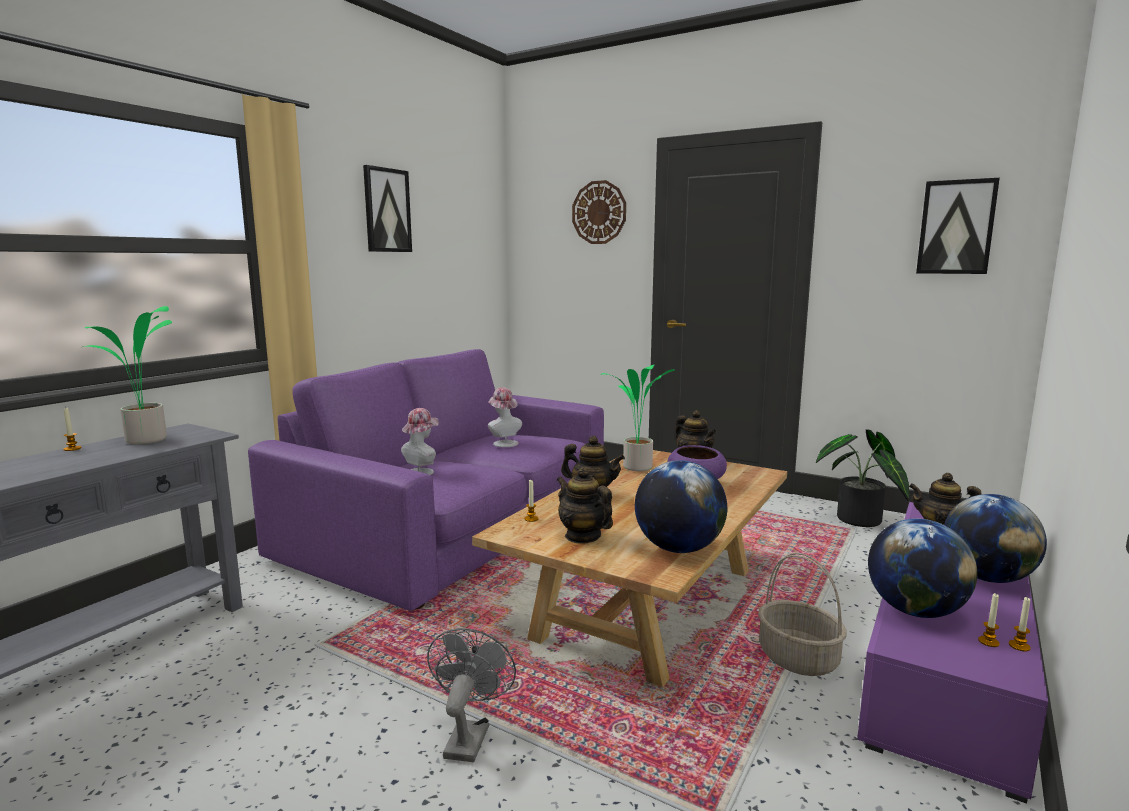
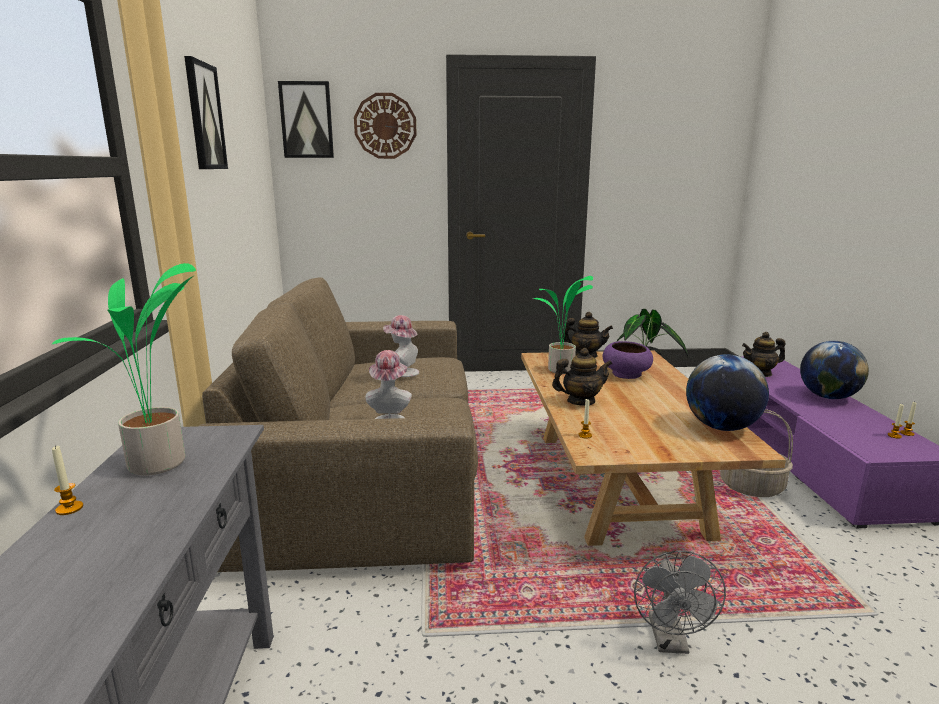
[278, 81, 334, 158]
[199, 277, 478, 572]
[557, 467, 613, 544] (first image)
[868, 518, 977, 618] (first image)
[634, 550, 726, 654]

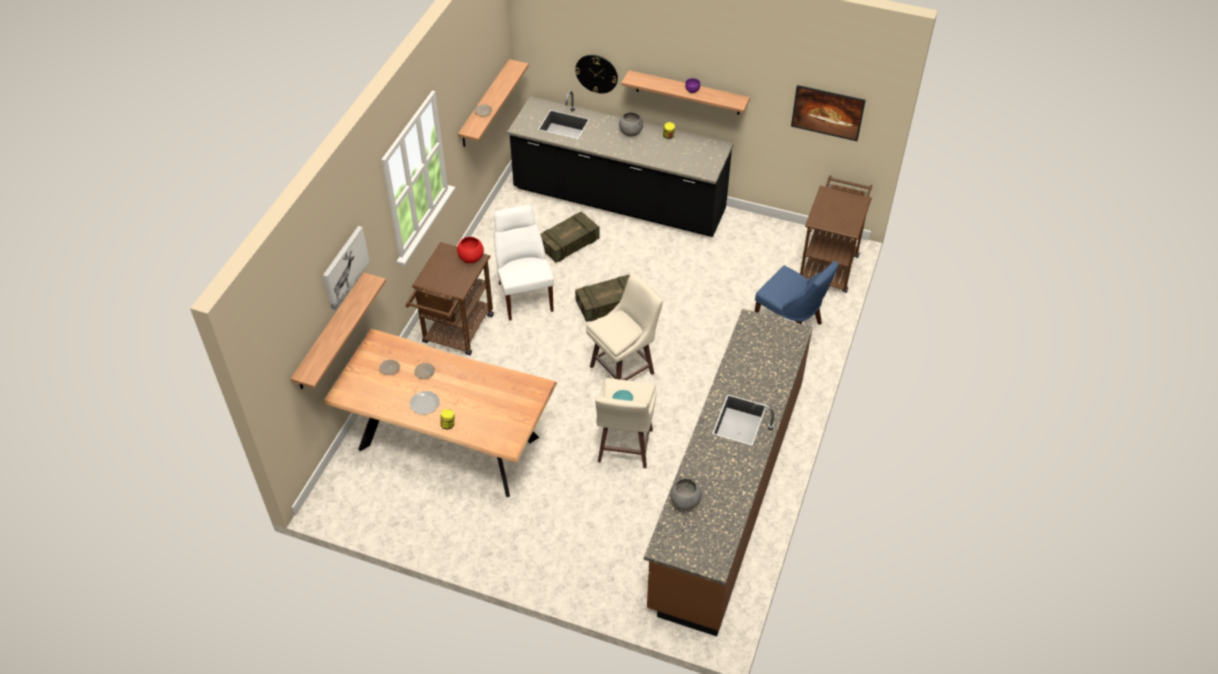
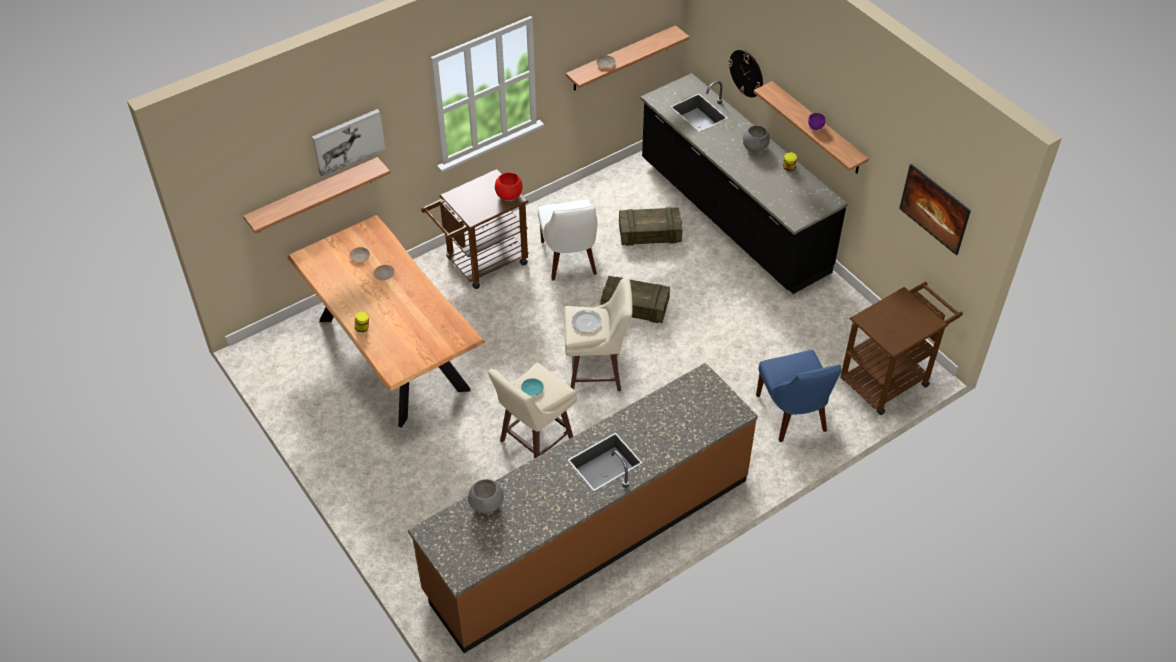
[538, 200, 597, 281]
[572, 310, 602, 333]

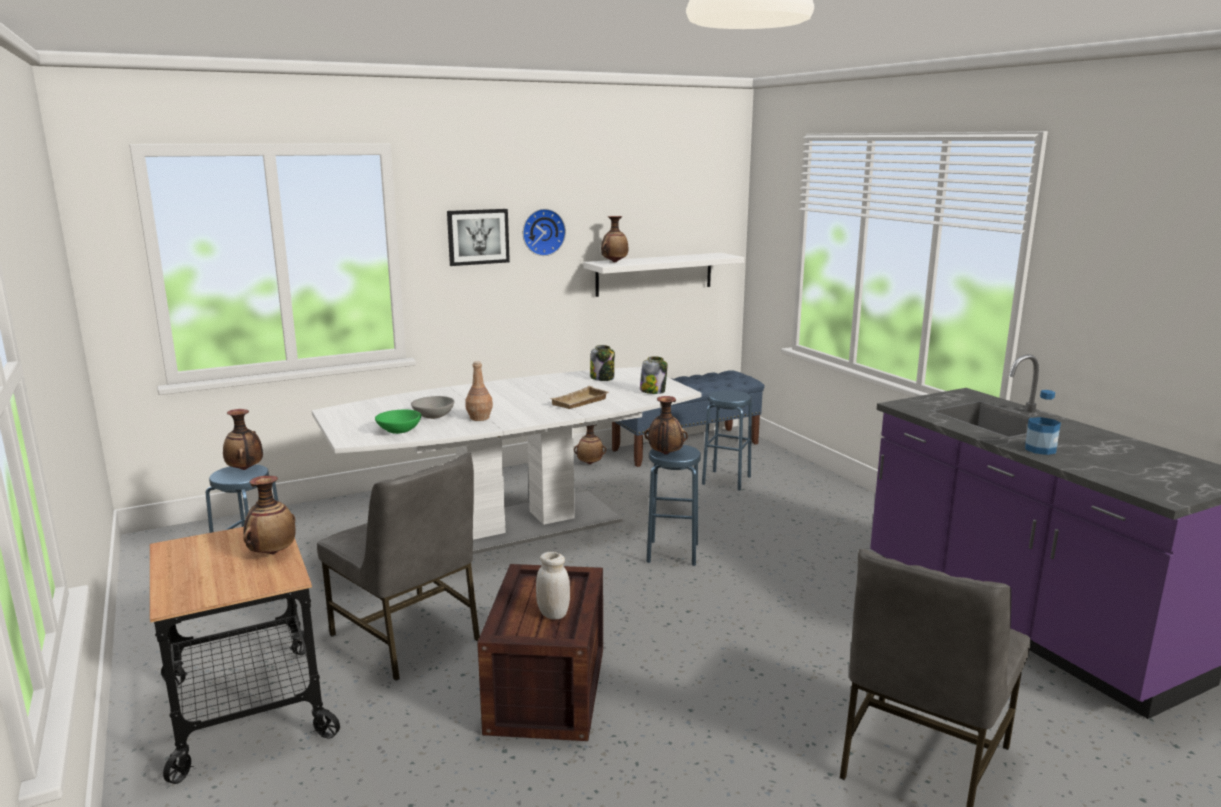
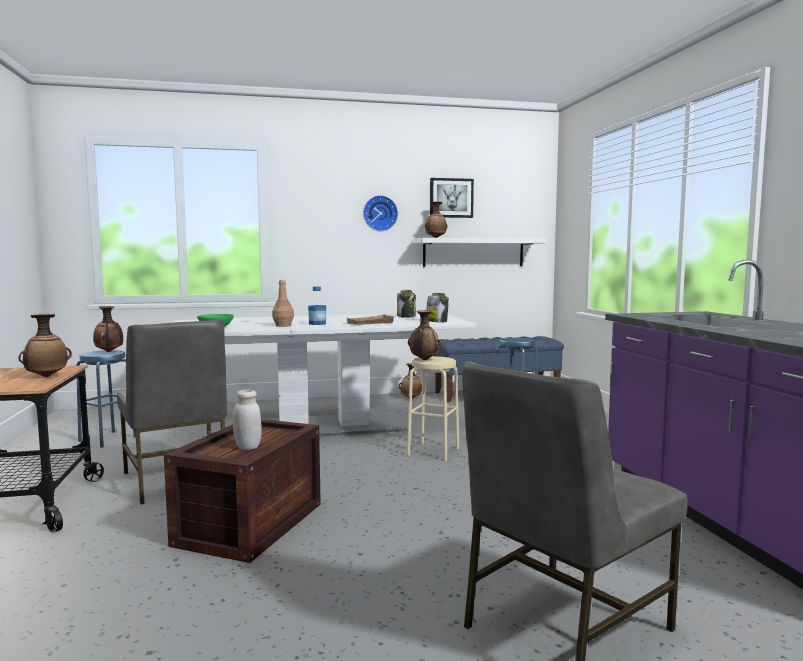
[430, 178, 474, 218]
[308, 286, 326, 325]
[411, 396, 455, 419] (first image)
[407, 356, 459, 461]

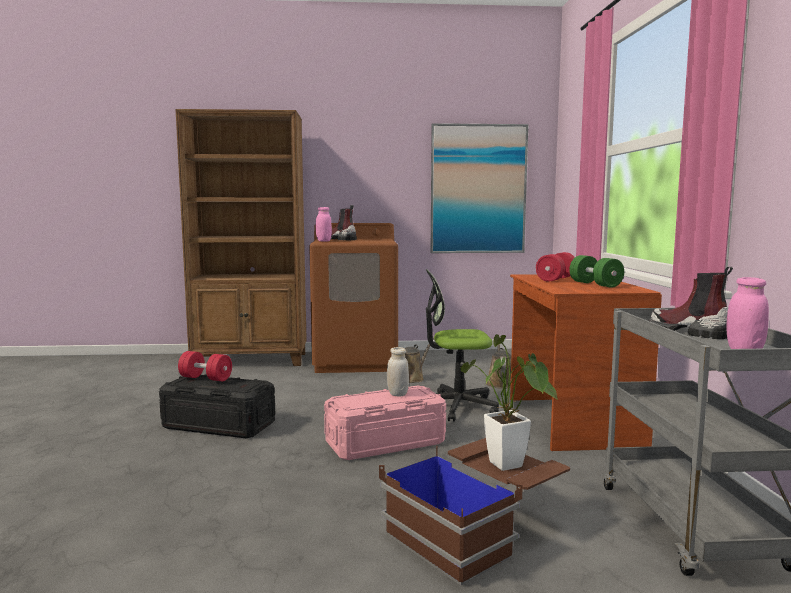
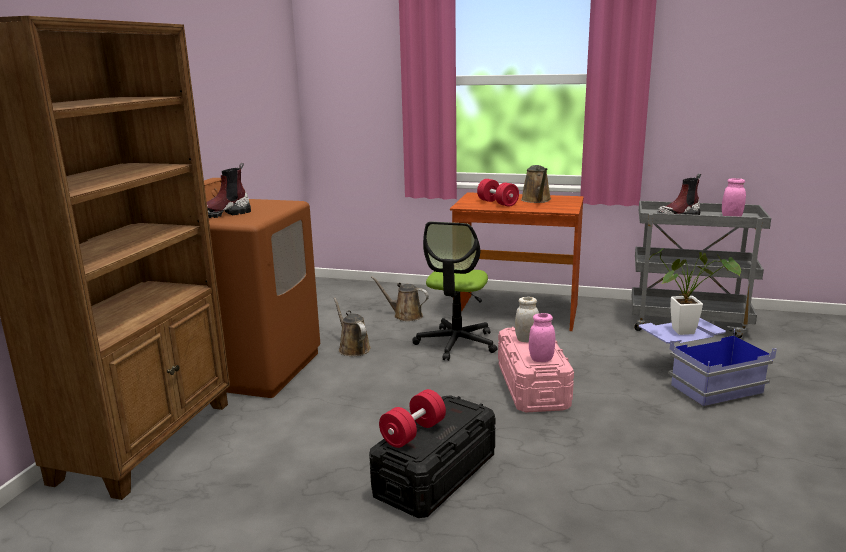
[431, 123, 529, 253] (first image)
[529, 313, 555, 362]
[521, 165, 551, 203]
[639, 318, 777, 408]

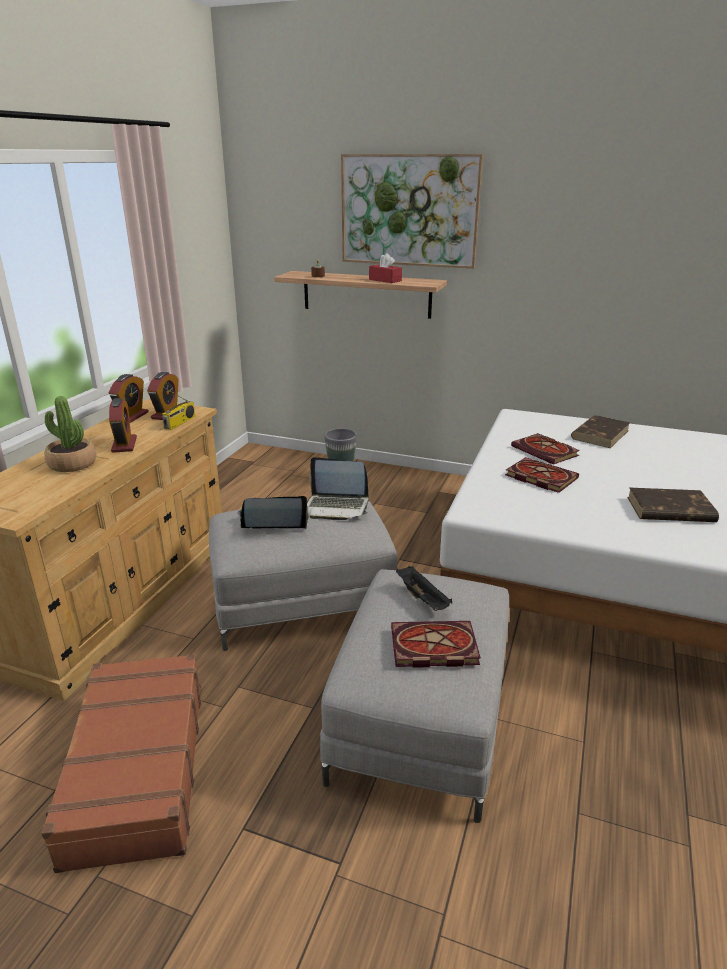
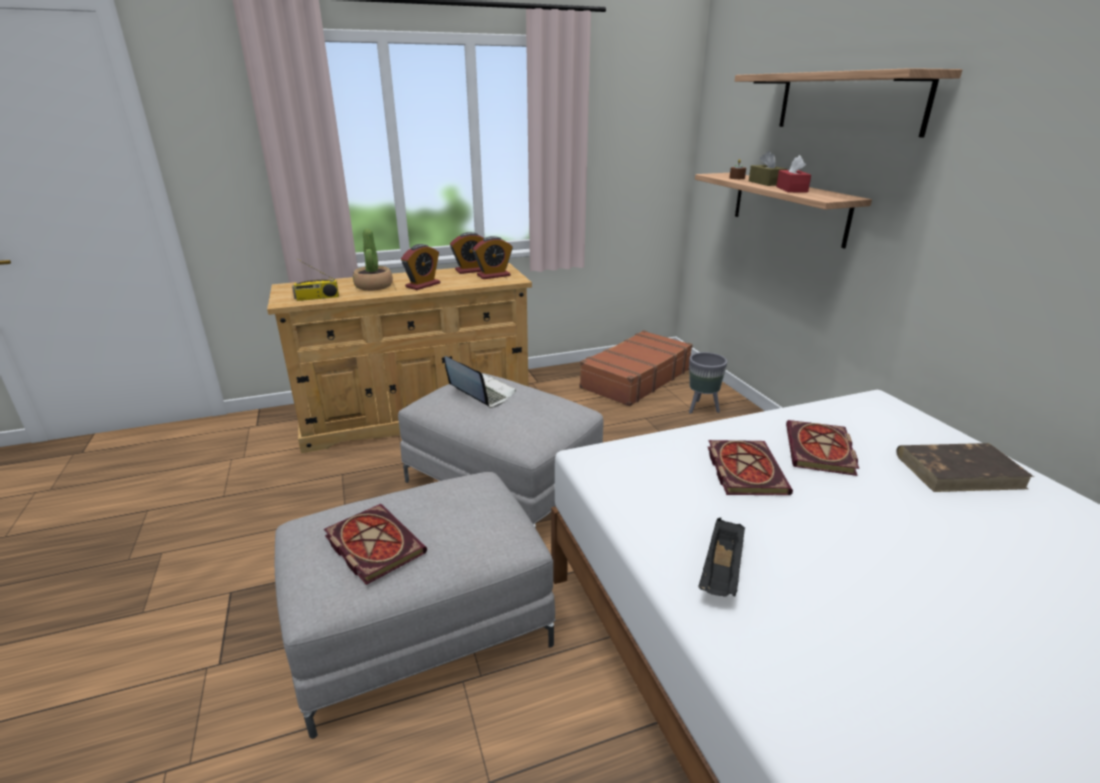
[735, 68, 962, 138]
[292, 259, 339, 301]
[307, 457, 369, 520] (first image)
[627, 488, 719, 522] (first image)
[699, 518, 745, 597]
[579, 330, 693, 406]
[749, 151, 787, 186]

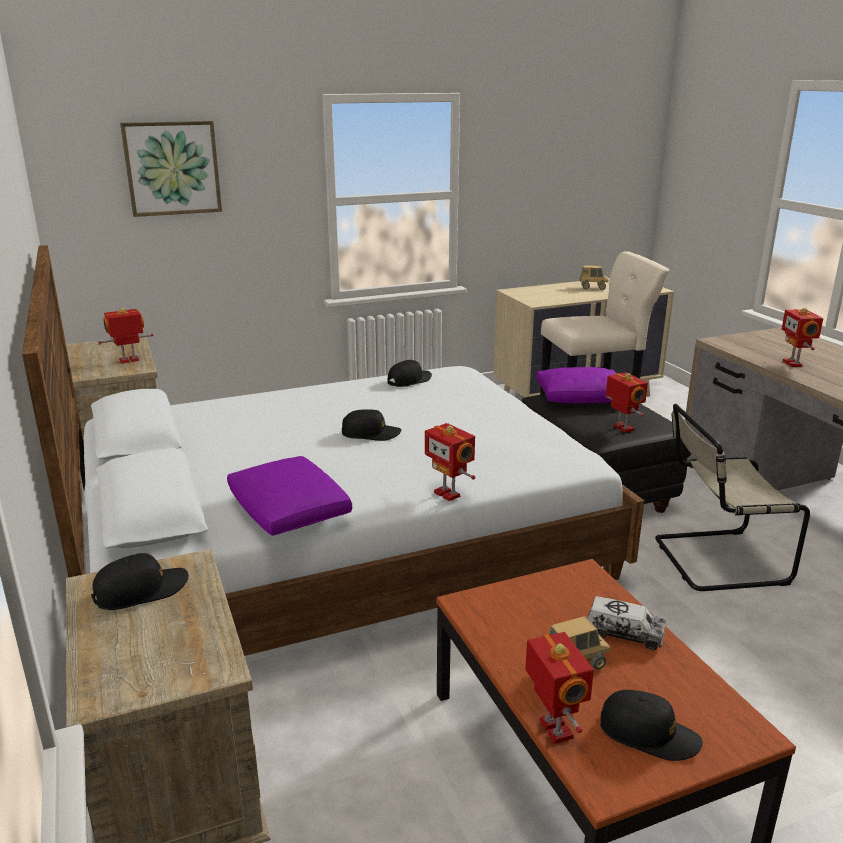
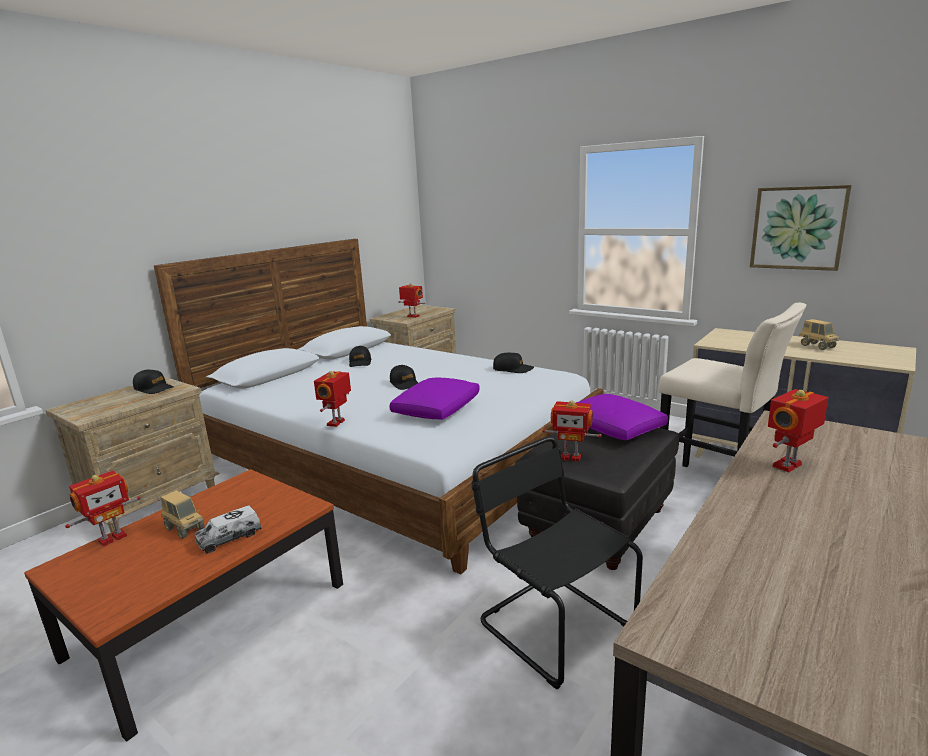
[750, 185, 852, 271]
[542, 400, 602, 462]
[472, 436, 643, 689]
[389, 378, 480, 420]
[194, 505, 262, 554]
[349, 346, 371, 367]

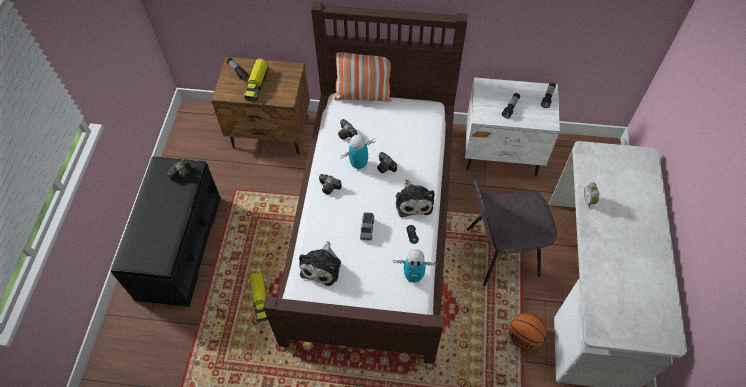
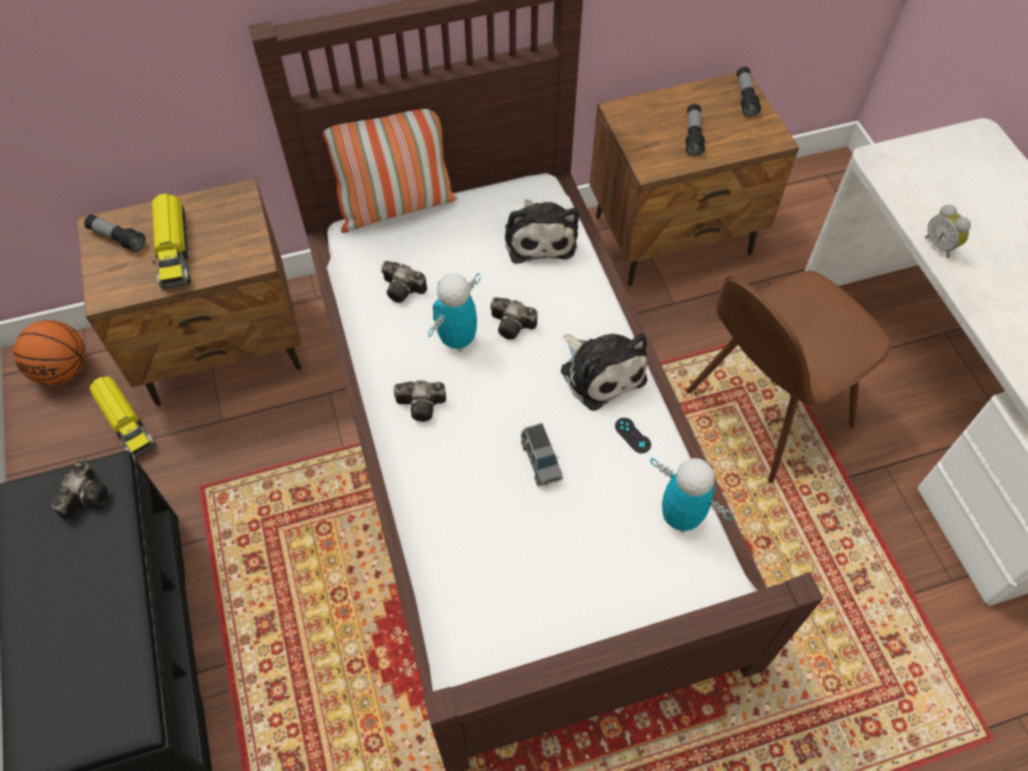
[590, 72, 799, 286]
[686, 271, 891, 484]
[505, 199, 579, 264]
[650, 458, 734, 533]
[89, 376, 155, 457]
[14, 320, 86, 385]

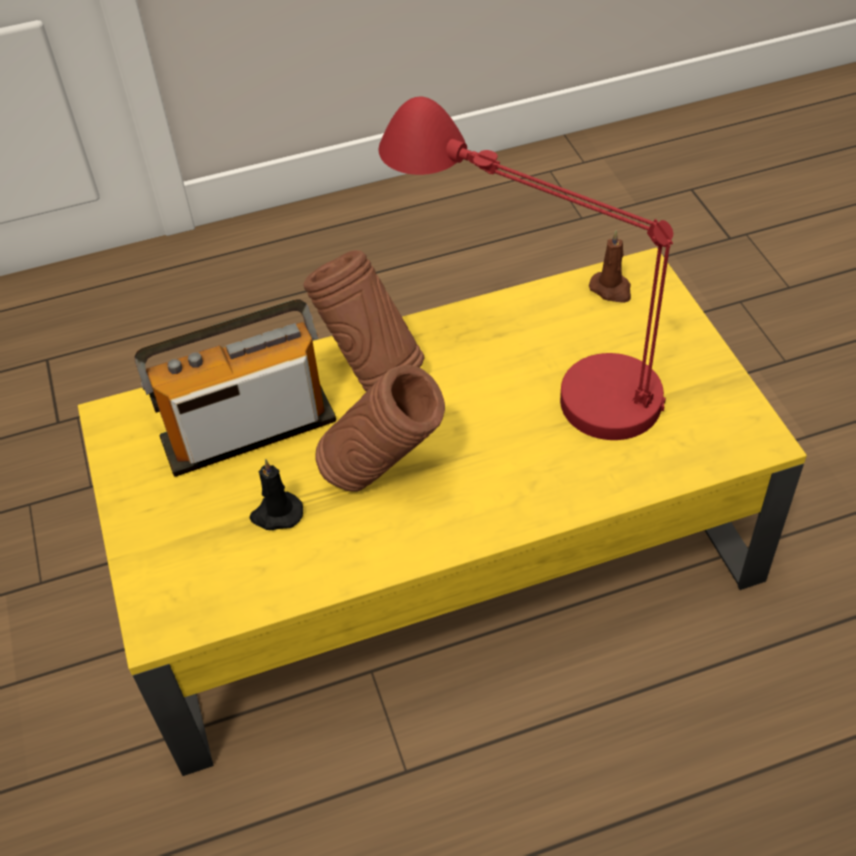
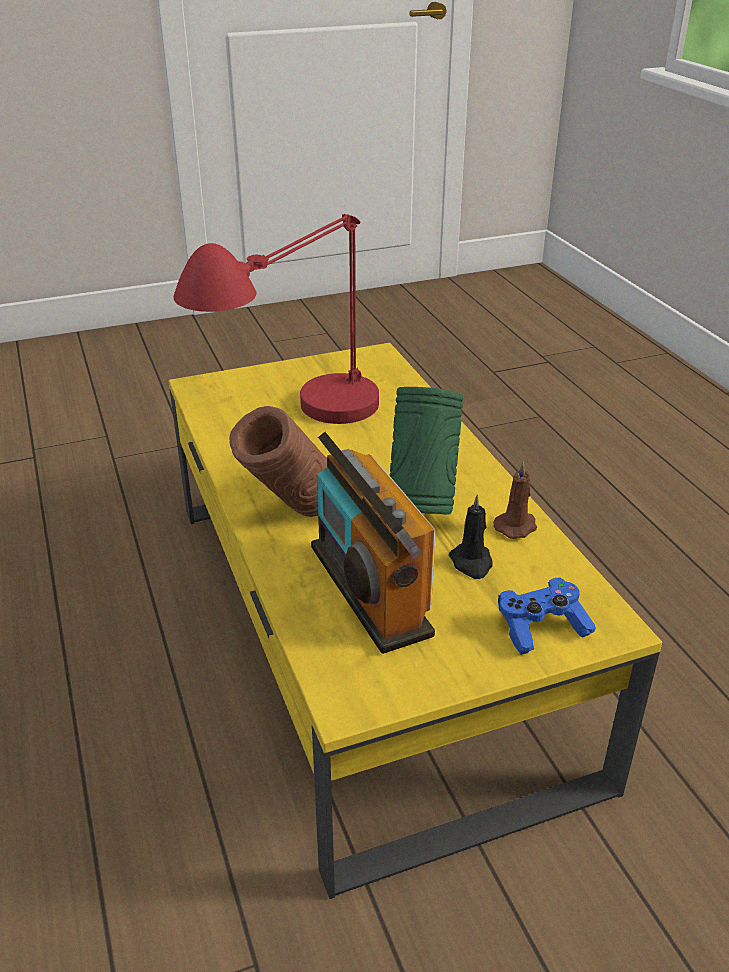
[493, 461, 537, 539]
[389, 387, 463, 515]
[498, 578, 596, 655]

